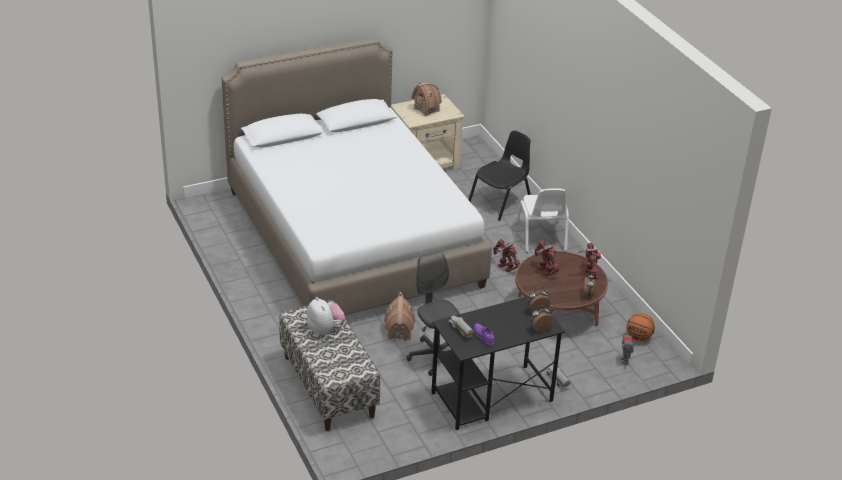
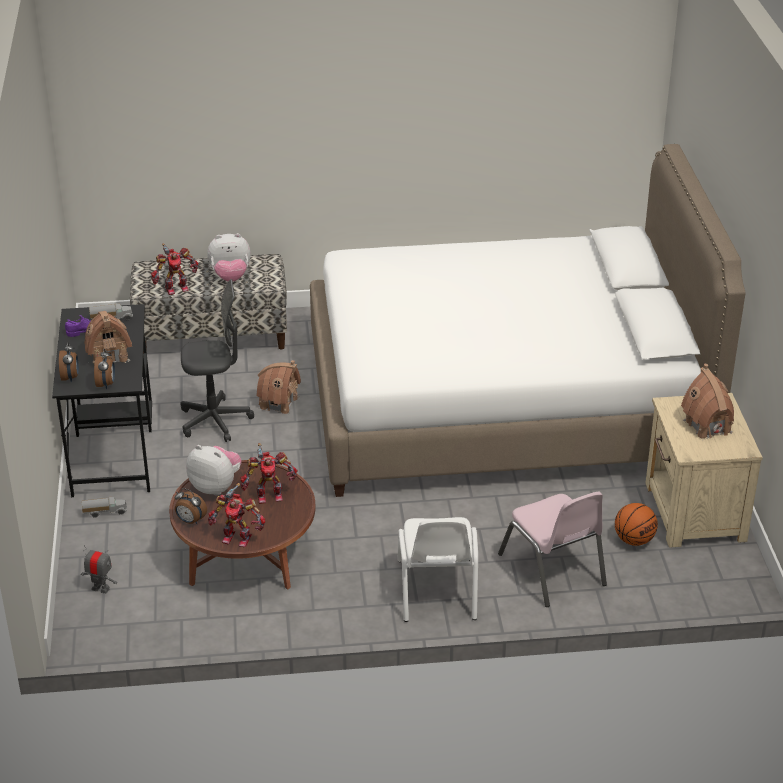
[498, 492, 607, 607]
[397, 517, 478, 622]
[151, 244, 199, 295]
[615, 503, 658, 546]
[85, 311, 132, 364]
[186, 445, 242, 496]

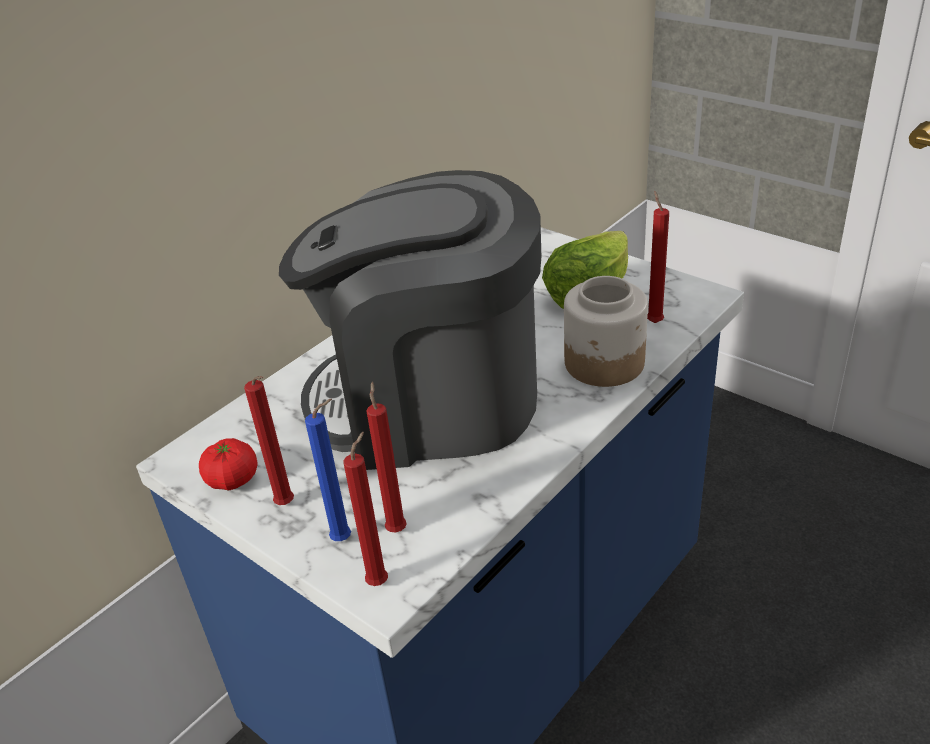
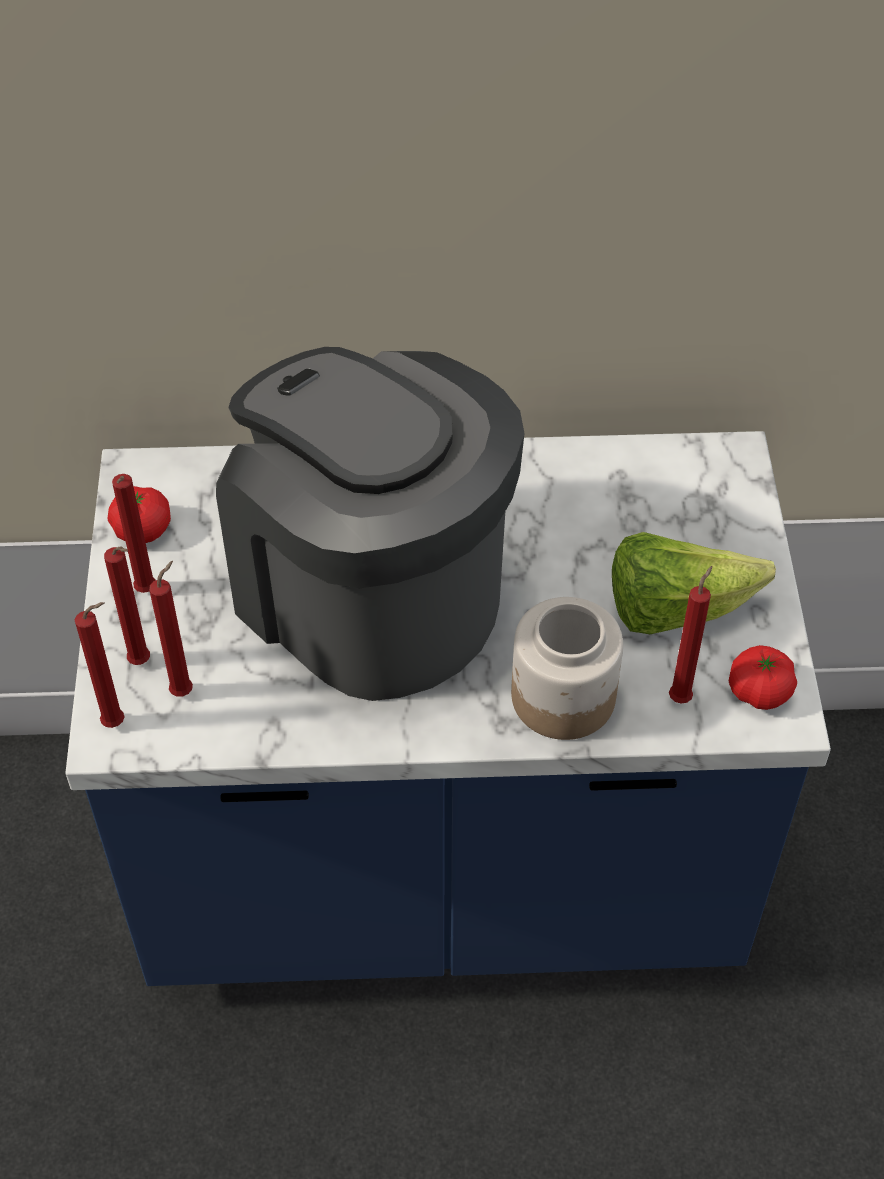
[104, 546, 150, 665]
[729, 645, 797, 710]

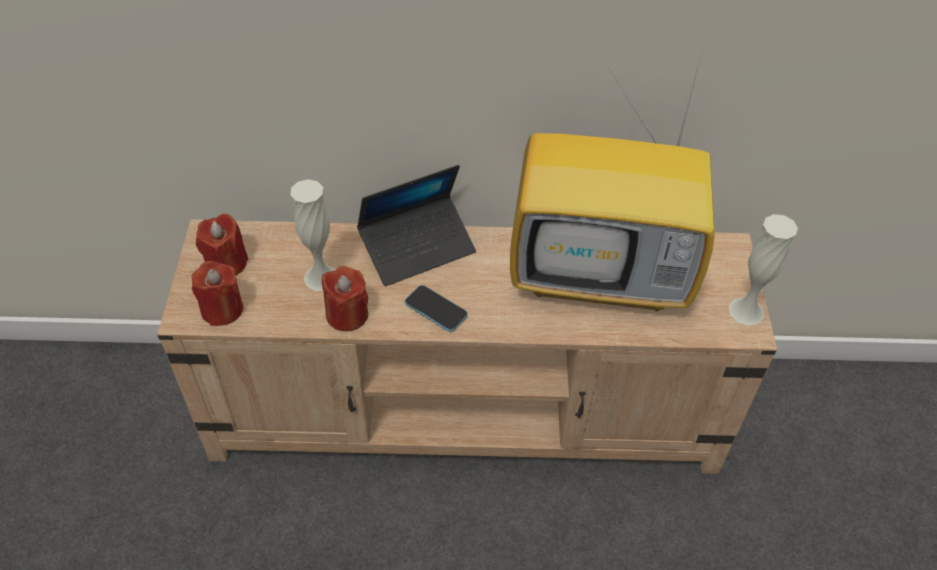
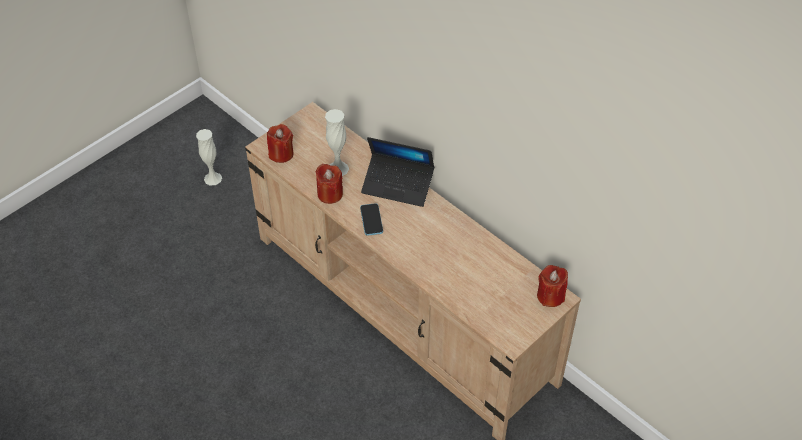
[510, 49, 715, 311] (first image)
[537, 265, 568, 307]
[196, 129, 222, 186]

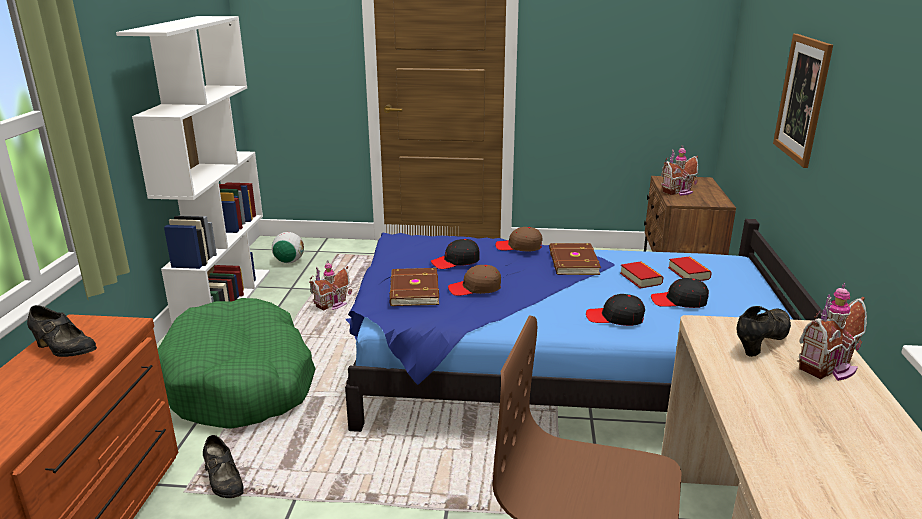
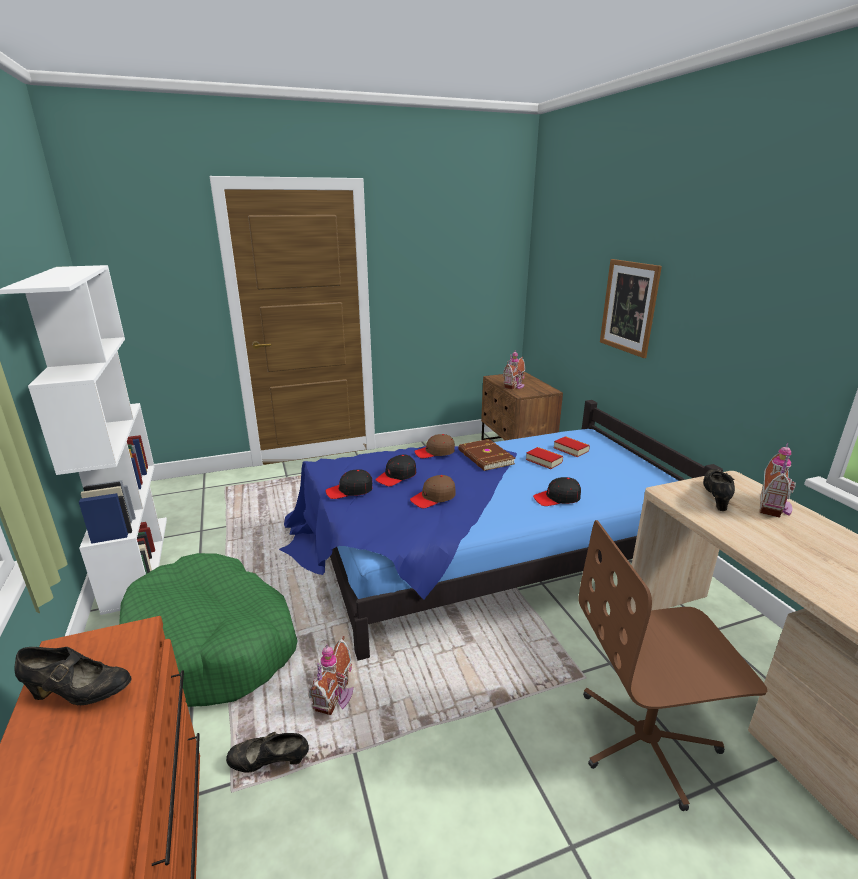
[272, 232, 304, 263] (first image)
[308, 636, 353, 715]
[389, 268, 439, 306] (first image)
[326, 469, 372, 499]
[226, 732, 309, 773]

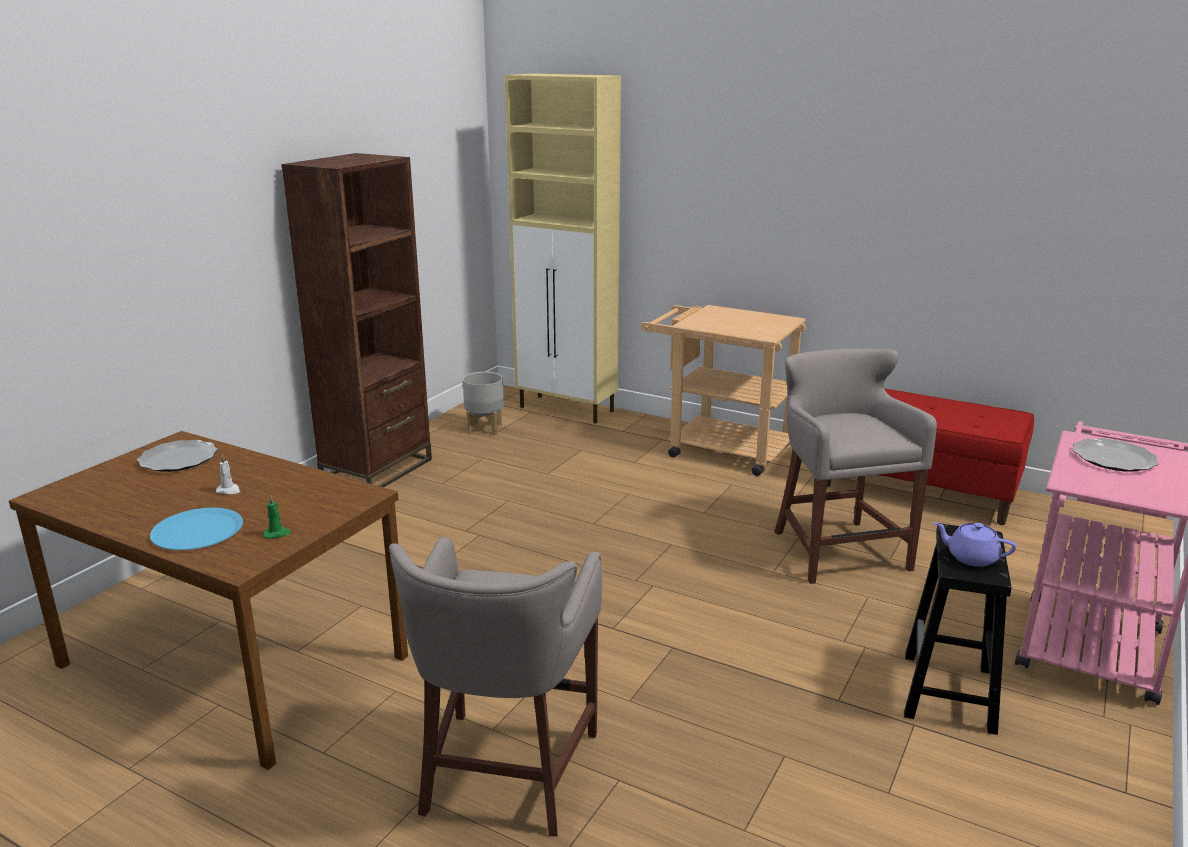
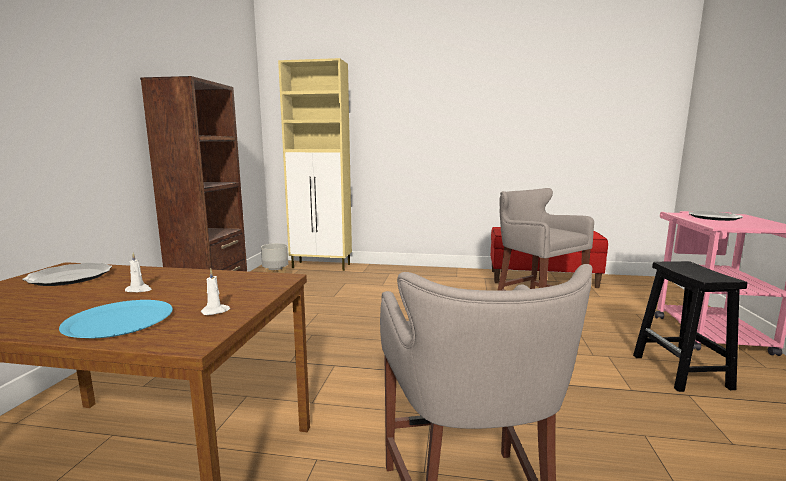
[641, 305, 806, 476] (first image)
[201, 269, 230, 315]
[934, 522, 1016, 567] (first image)

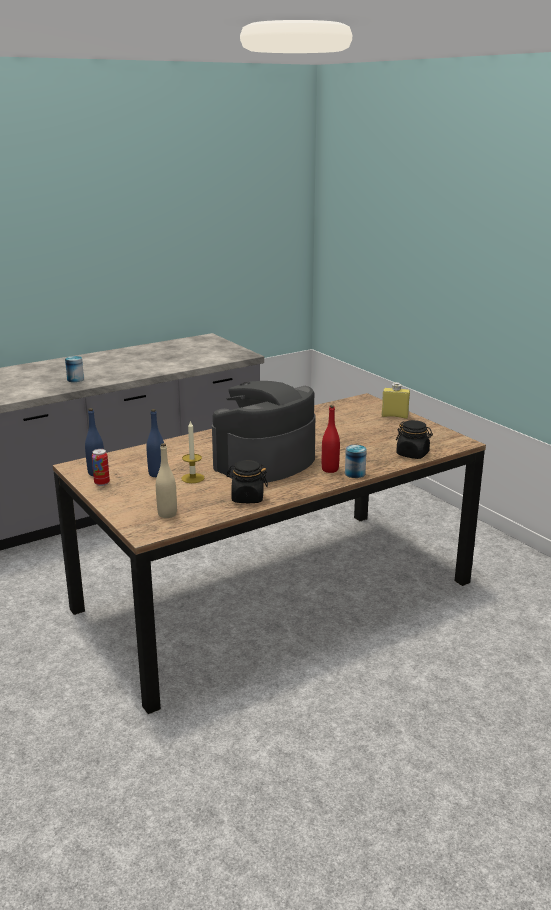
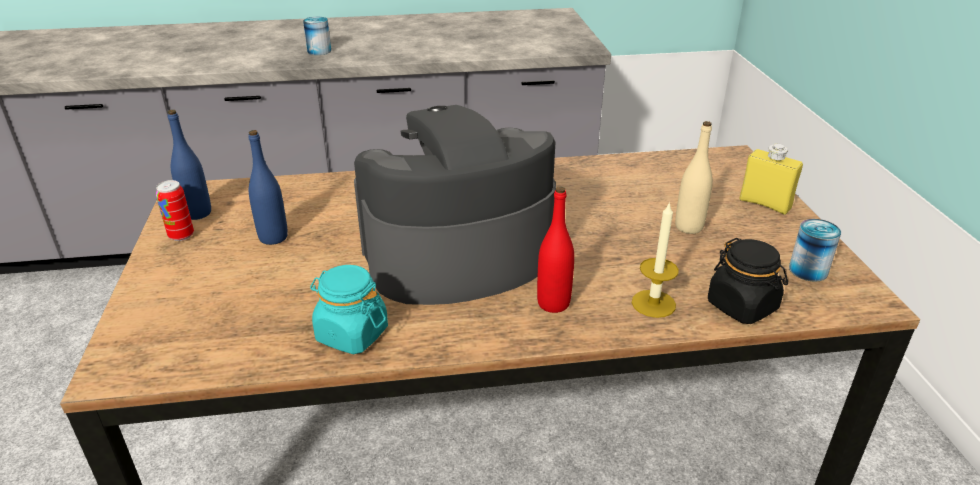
[632, 201, 679, 318]
[675, 121, 713, 234]
[789, 219, 841, 282]
[310, 265, 388, 354]

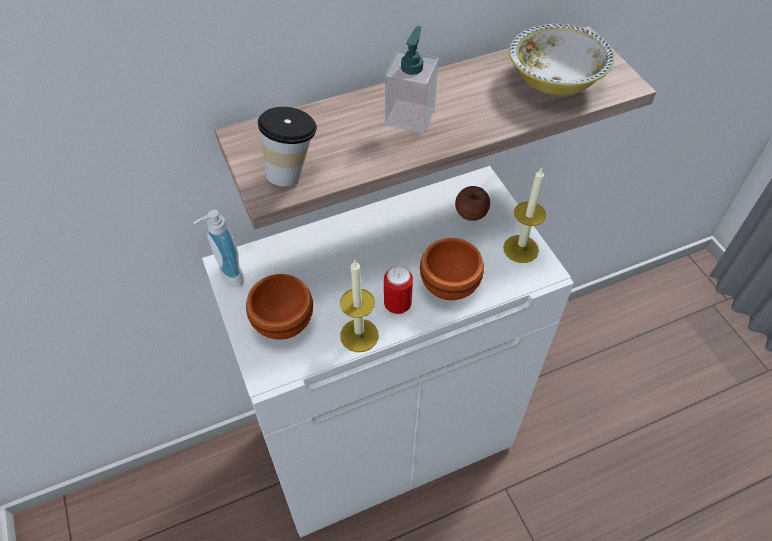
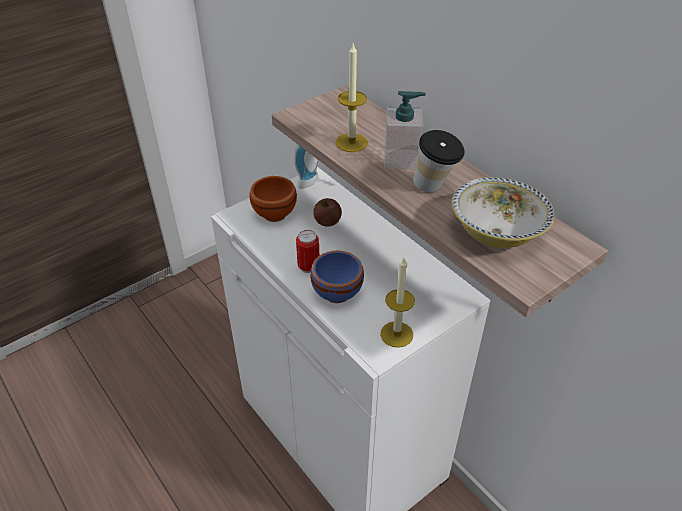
[413, 130, 465, 193]
[313, 198, 342, 227]
[310, 251, 364, 303]
[336, 44, 368, 152]

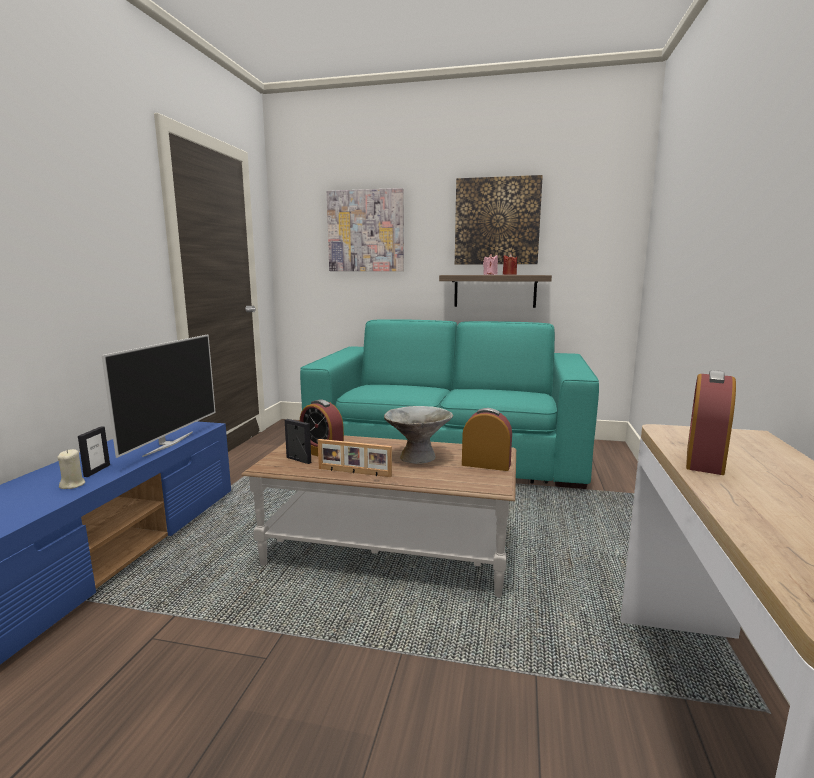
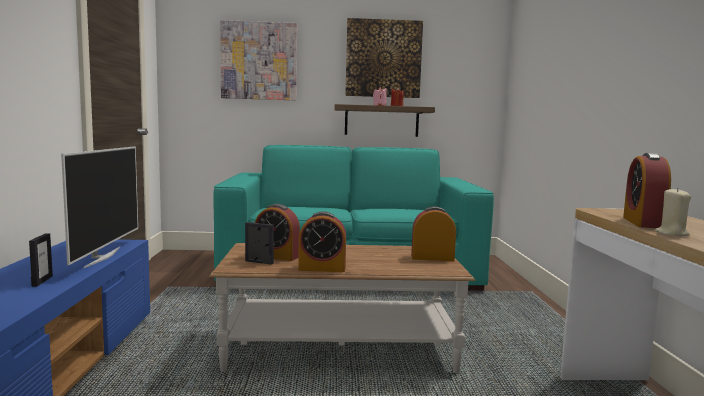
[384, 406, 453, 464] (first image)
[298, 211, 346, 272]
[655, 187, 691, 236]

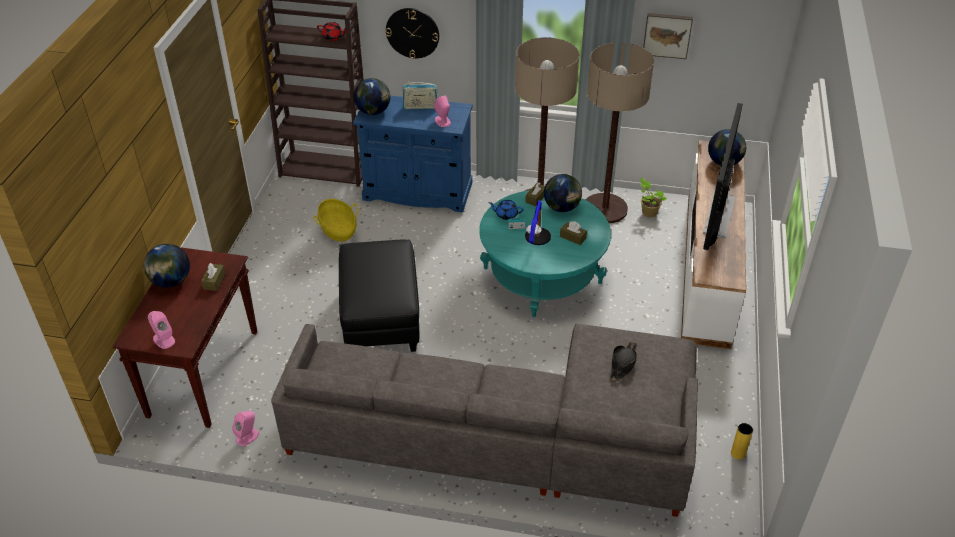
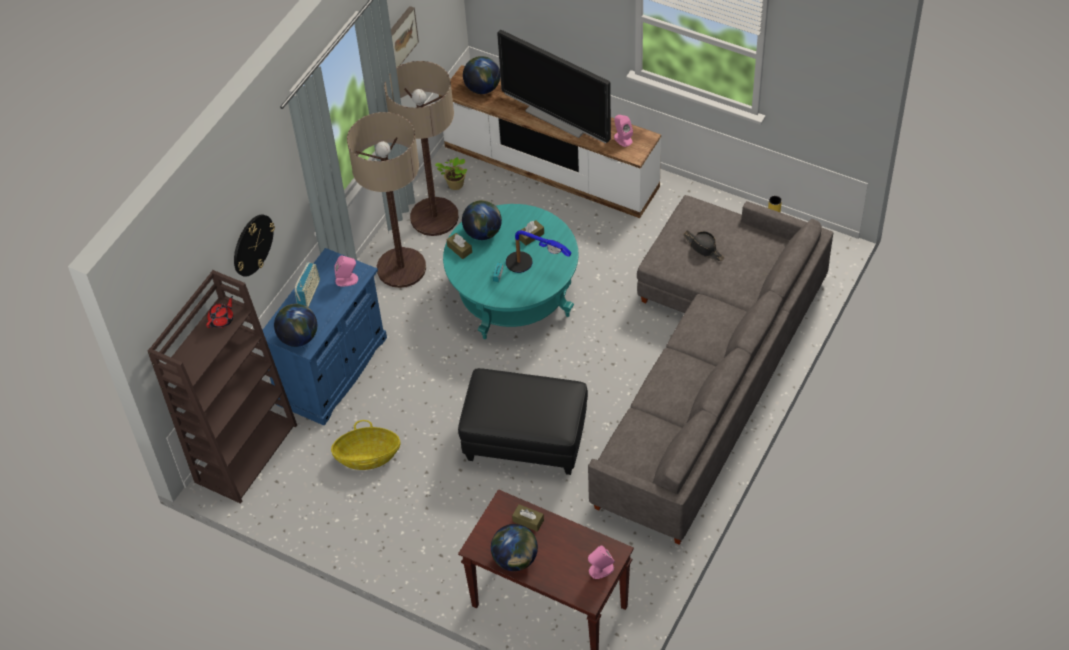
[488, 200, 524, 220] (first image)
[614, 115, 633, 147]

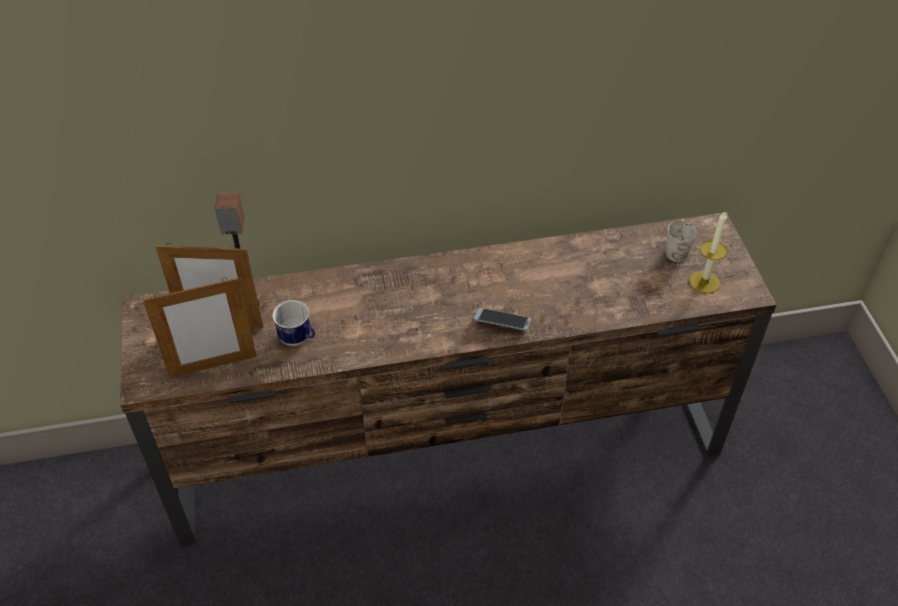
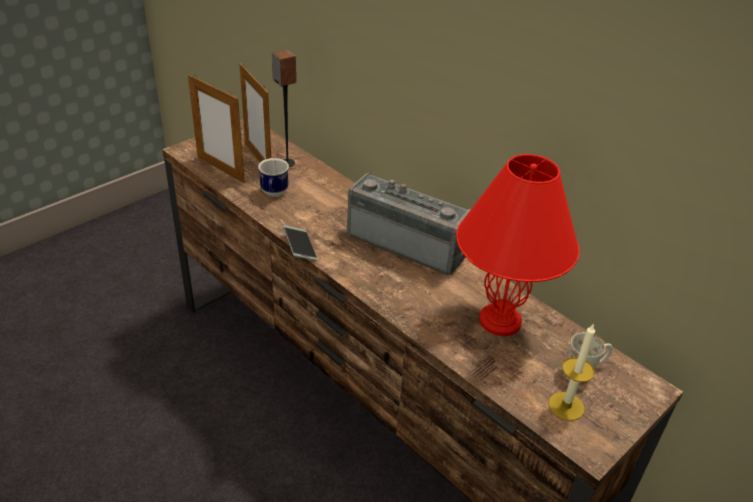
[283, 225, 318, 261]
[456, 154, 580, 336]
[347, 173, 470, 275]

